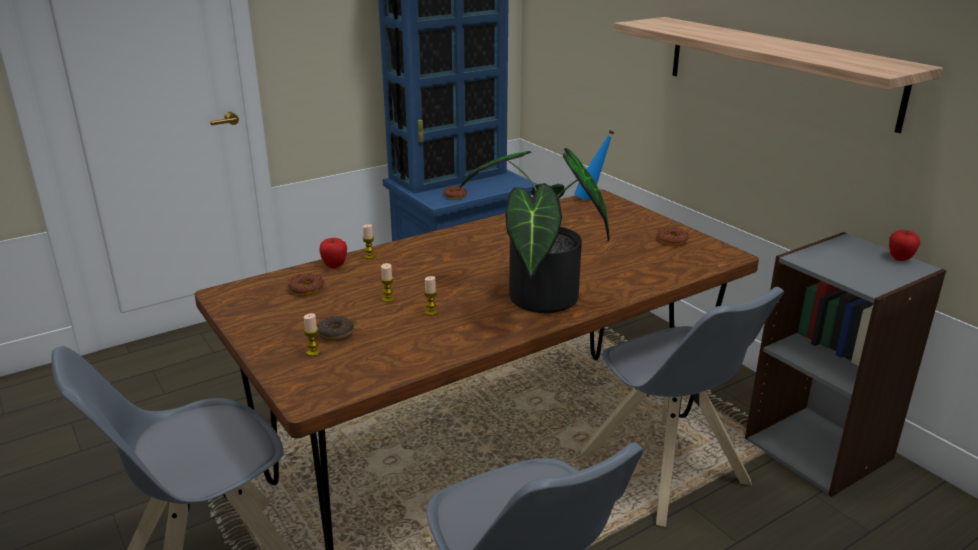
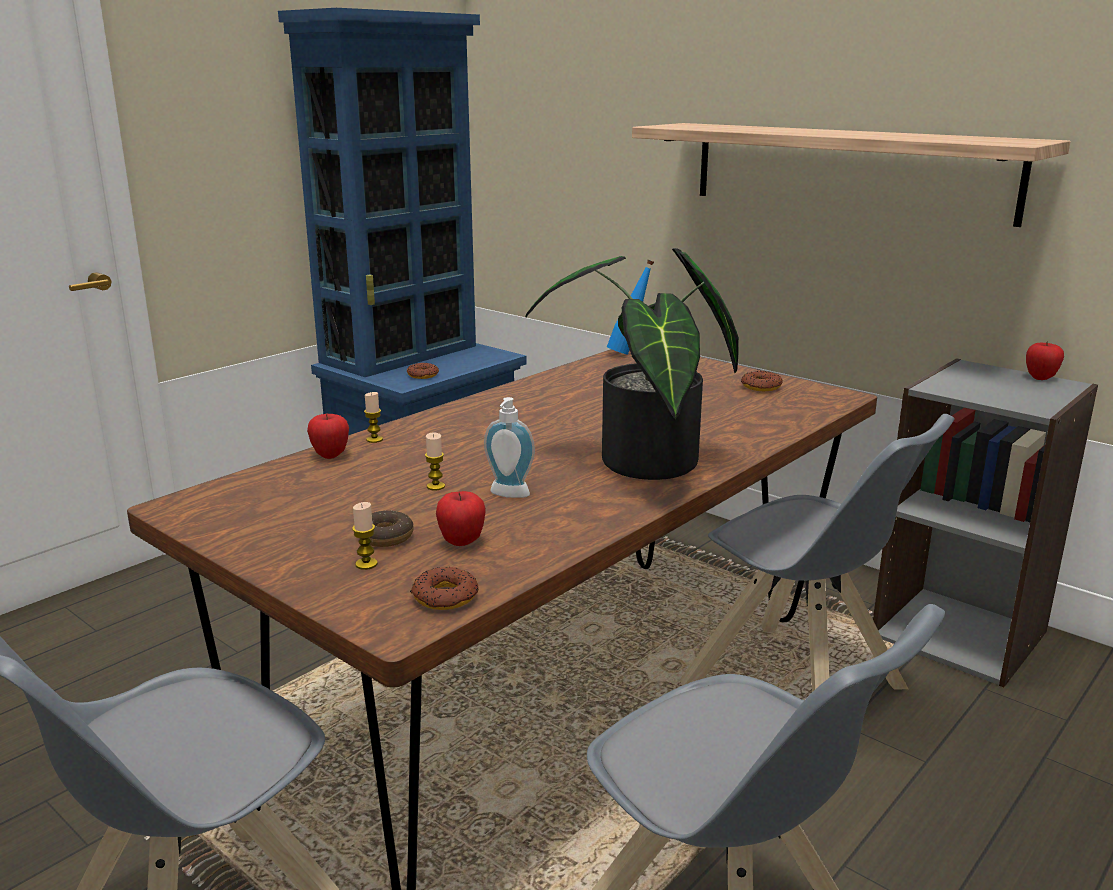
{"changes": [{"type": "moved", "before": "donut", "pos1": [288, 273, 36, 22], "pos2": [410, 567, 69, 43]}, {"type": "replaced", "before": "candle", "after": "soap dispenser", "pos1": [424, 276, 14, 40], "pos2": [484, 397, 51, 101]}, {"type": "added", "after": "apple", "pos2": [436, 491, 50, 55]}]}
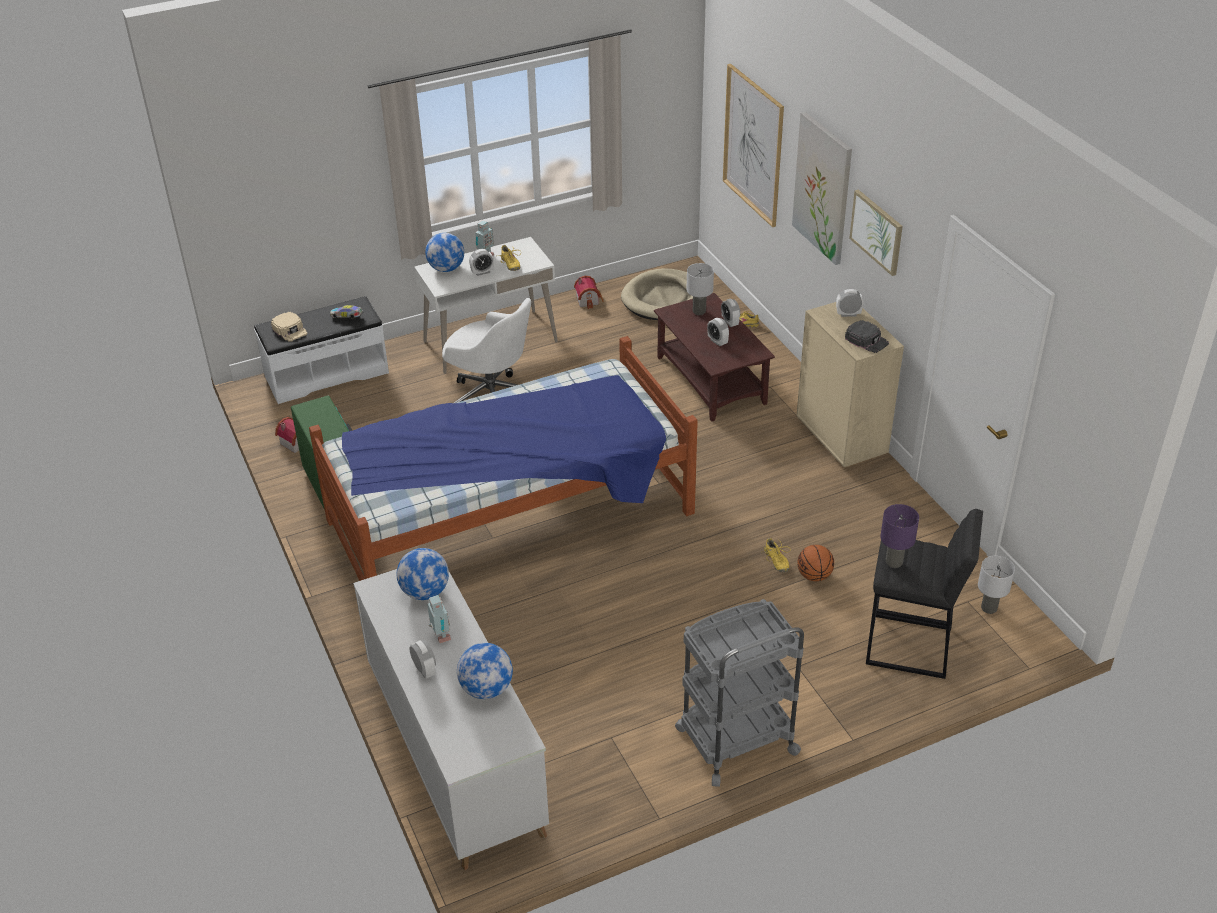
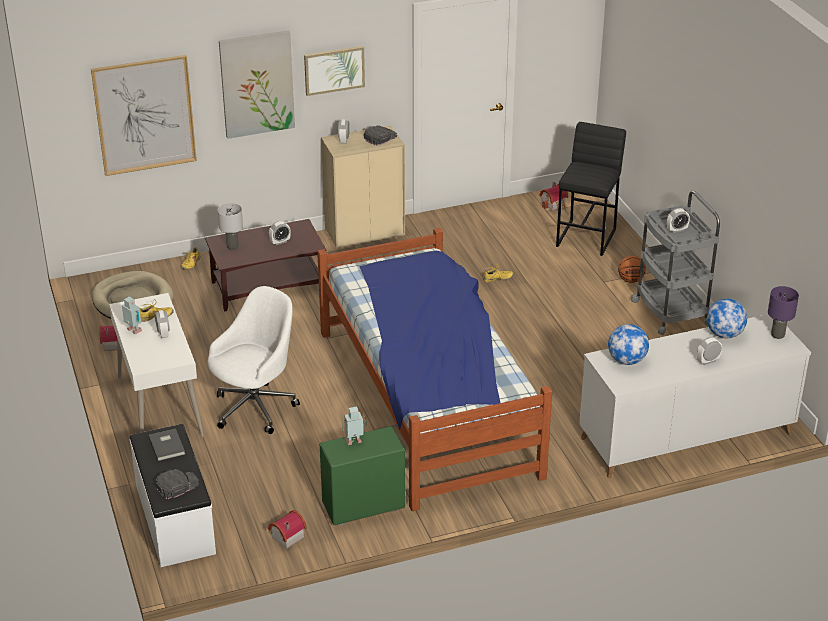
{"changes": [{"type": "recoloured", "before": "cap/beige", "after": "cap/black", "pos1": [271, 312, 37, 30], "pos2": [155, 469, 44, 30]}, {"type": "replaced", "before": "toy car", "after": "book/grey", "pos1": [330, 305, 33, 14], "pos2": [148, 429, 37, 32]}, {"type": "removed", "before": "globe", "pos1": [425, 233, 39, 39]}, {"type": "moved", "before": "toy robot", "pos1": [427, 595, 24, 48], "pos2": [342, 407, 25, 38]}, {"type": "moved", "before": "alarm clock", "pos1": [721, 299, 19, 28], "pos2": [667, 208, 23, 25]}, {"type": "moved", "before": "basketball", "pos1": [797, 545, 37, 36], "pos2": [618, 256, 28, 27]}, {"type": "moved", "before": "table lamp/purple", "pos1": [880, 504, 39, 64], "pos2": [768, 286, 31, 53]}, {"type": "replaced", "before": "table lamp/white", "after": "toy house", "pos1": [978, 556, 37, 58], "pos2": [539, 182, 29, 28]}]}
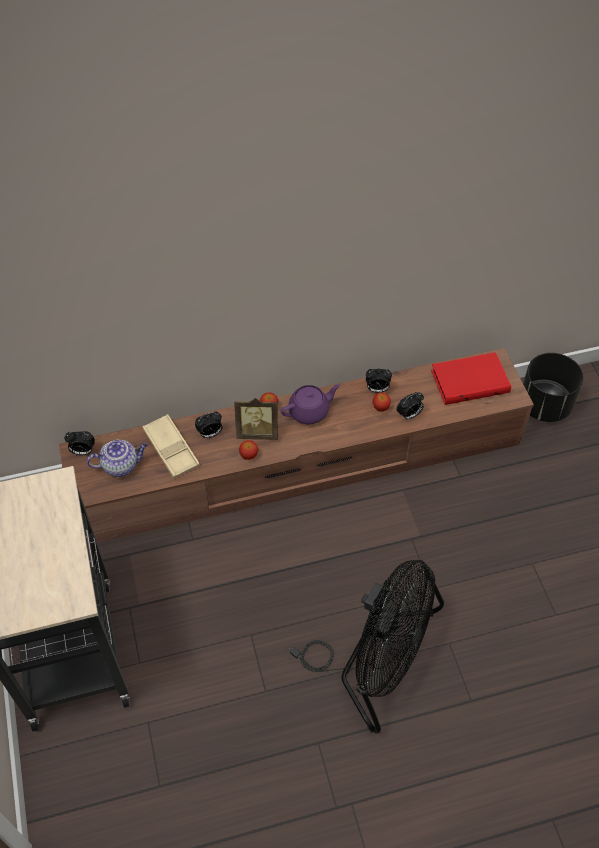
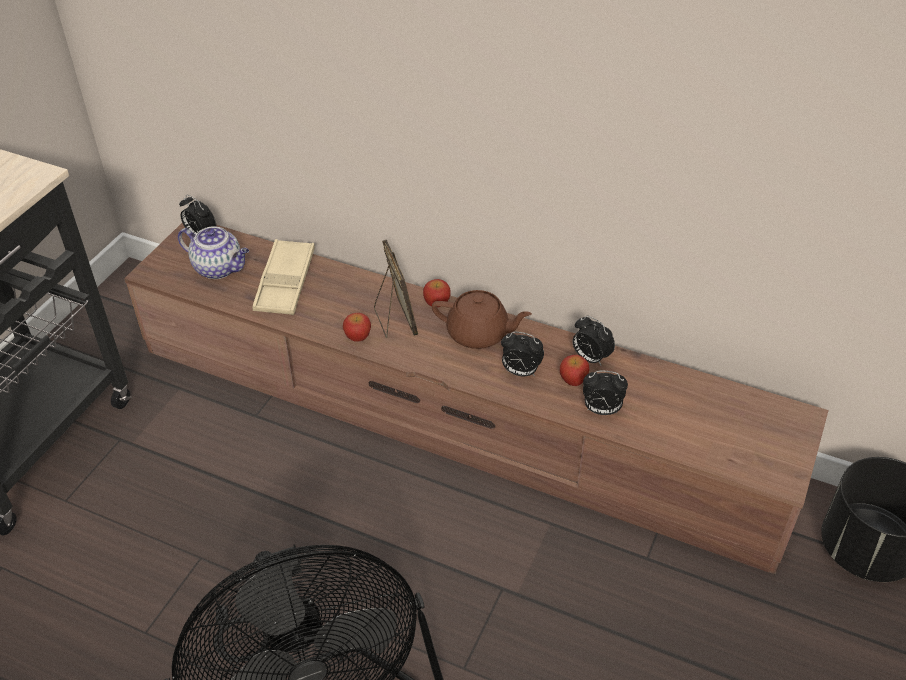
{"changes": [{"type": "moved", "before": "alarm clock", "pos1": [195, 412, 27, 26], "pos2": [501, 332, 43, 44]}, {"type": "turned", "before": "picture frame", "pos1": [234, 398, 44, 42], "pos2": [374, 240, 44, 98], "turn": -150}, {"type": "recoloured", "before": "teapot/purple", "after": "teapot/brown", "pos1": [281, 384, 60, 41], "pos2": [432, 290, 100, 59]}, {"type": "removed", "before": "book/red", "pos1": [431, 352, 80, 53]}]}
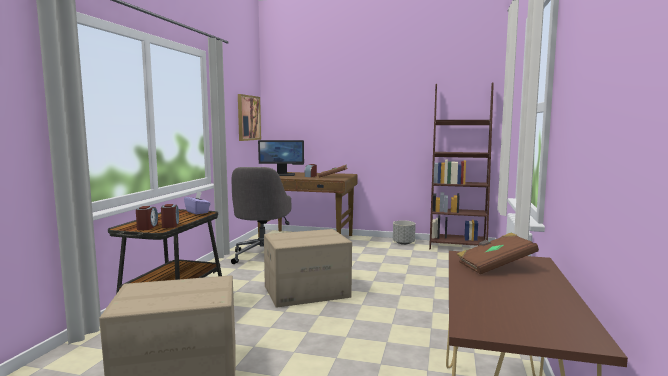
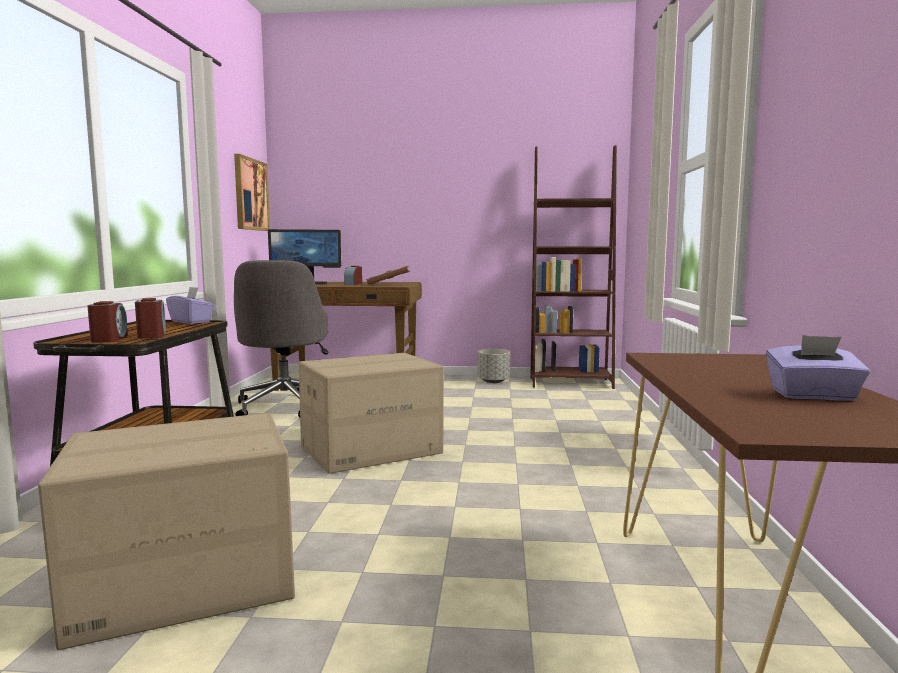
{"changes": [{"type": "removed", "before": "book/brown", "pos1": [457, 232, 82, 42]}, {"type": "added", "after": "tissue box/purple", "pos2": [766, 335, 104, 66]}]}
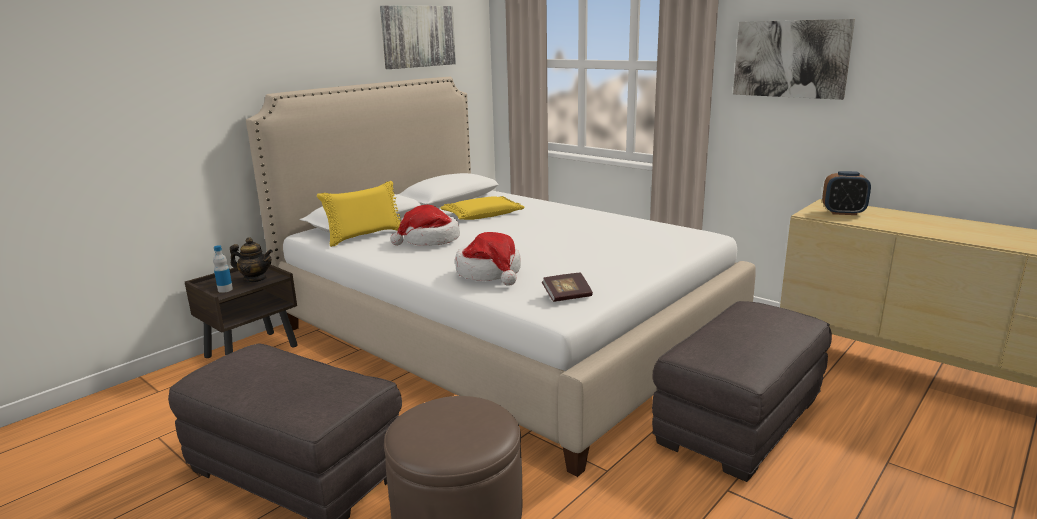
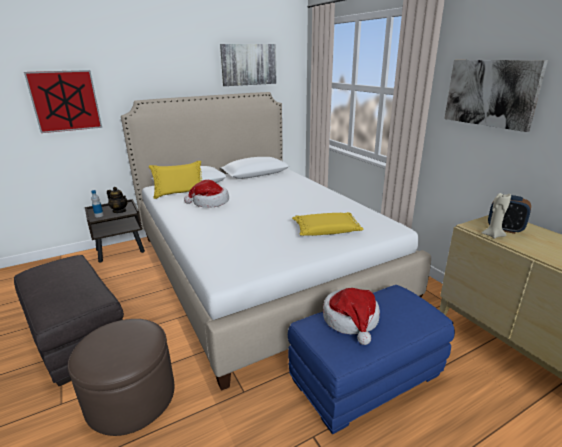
{"changes": [{"type": "moved", "before": "pillow/yellow", "pos1": [440, 196, 85, 24], "pos2": [292, 212, 72, 24]}, {"type": "moved", "before": "hat", "pos1": [455, 232, 66, 54], "pos2": [323, 288, 57, 57]}, {"type": "removed", "before": "book", "pos1": [542, 272, 51, 30]}, {"type": "recoloured", "before": "ottoman/grey", "after": "ottoman/blue", "pos1": [652, 301, 180, 181], "pos2": [288, 285, 167, 149]}, {"type": "added", "after": "picture", "pos2": [24, 70, 78, 63]}, {"type": "added", "after": "candle/beige", "pos2": [482, 193, 29, 46]}]}
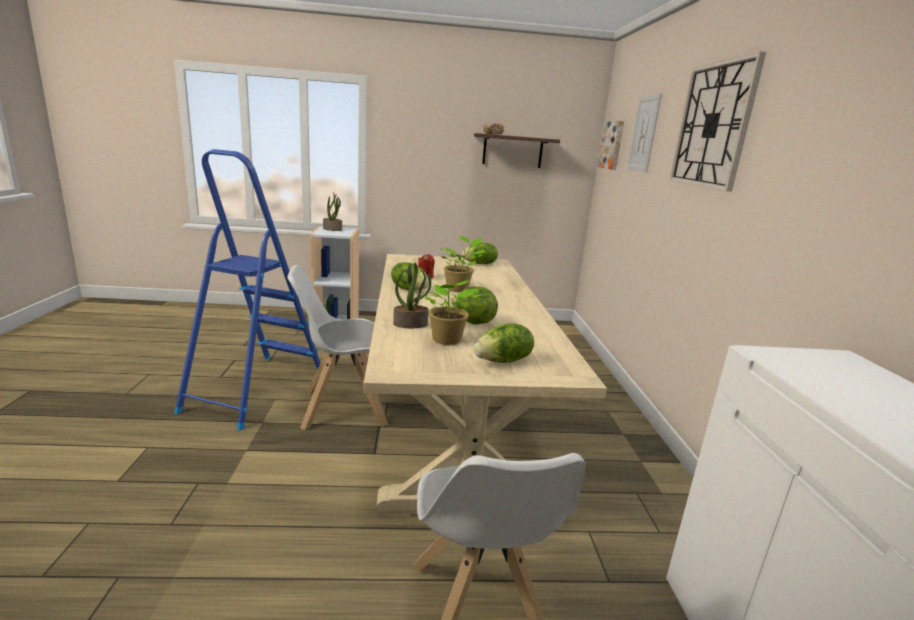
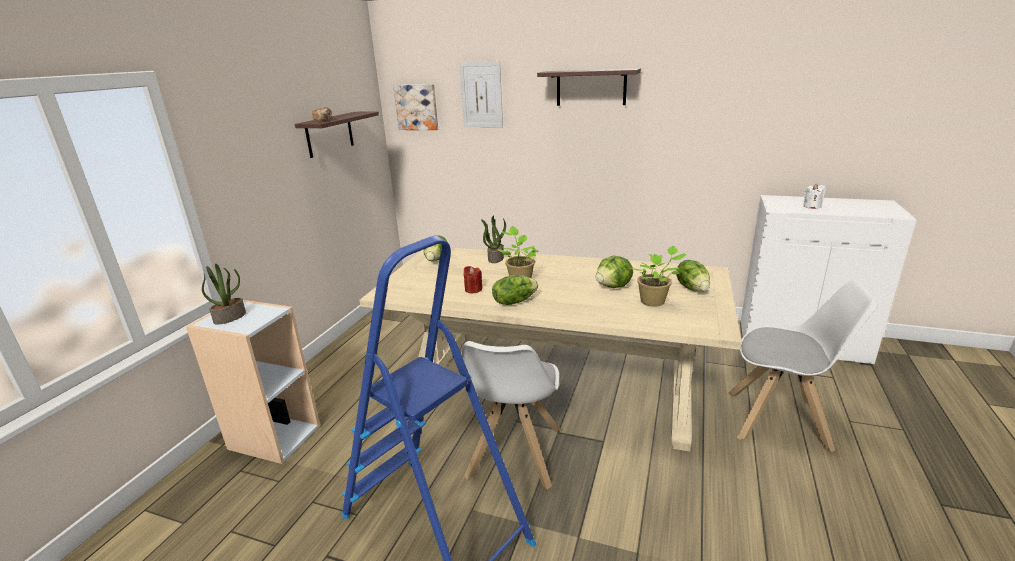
{"changes": [{"type": "moved", "before": "potted plant", "pos1": [393, 263, 38, 65], "pos2": [481, 215, 25, 48]}, {"type": "replaced", "before": "wall clock", "after": "shelf", "pos1": [669, 51, 97, 141], "pos2": [537, 68, 104, 38]}, {"type": "added", "after": "candle/white", "pos2": [803, 184, 22, 25]}]}
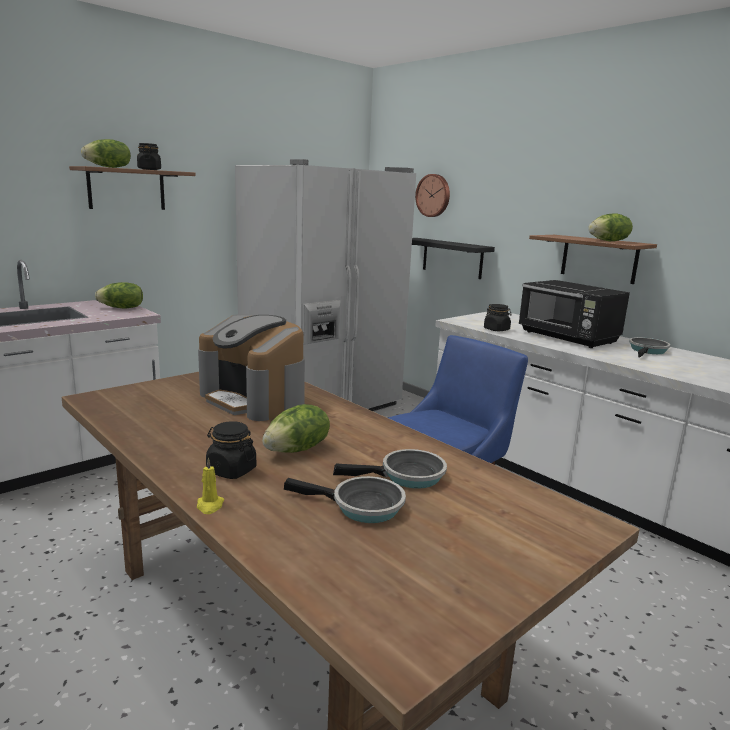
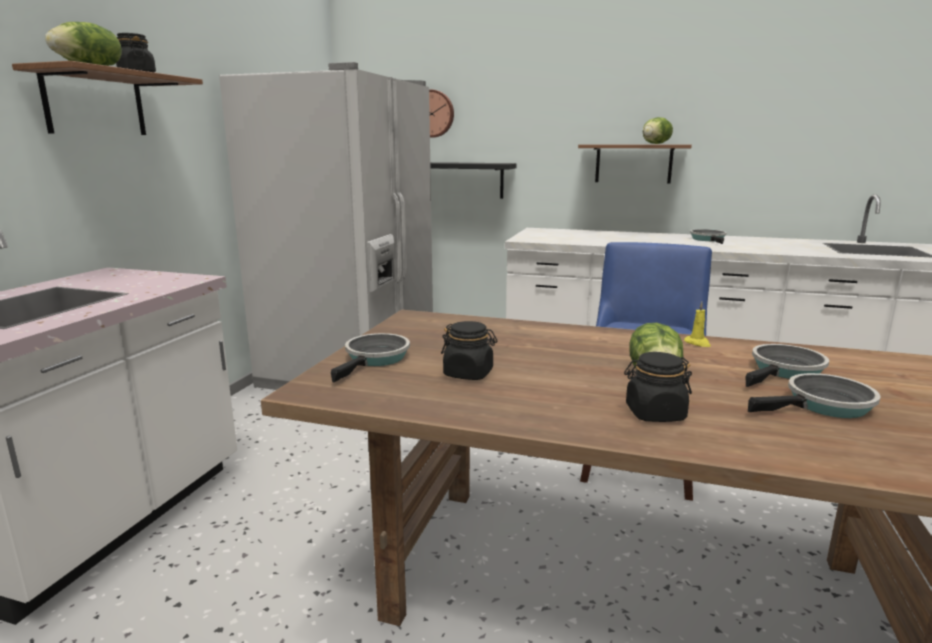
{"changes": [{"type": "removed", "before": "lettuce", "pos1": [95, 282, 48, 27]}, {"type": "moved", "before": "candle/yellow", "pos1": [197, 458, 27, 56], "pos2": [684, 302, 27, 45]}, {"type": "removed", "before": "coffee machine", "pos1": [198, 314, 107, 107]}, {"type": "moved", "before": "jar/black", "pos1": [484, 304, 28, 27], "pos2": [441, 321, 56, 59]}, {"type": "removed", "before": "microwave/black", "pos1": [518, 280, 112, 68]}, {"type": "added", "after": "frying pan", "pos2": [331, 333, 79, 50]}]}
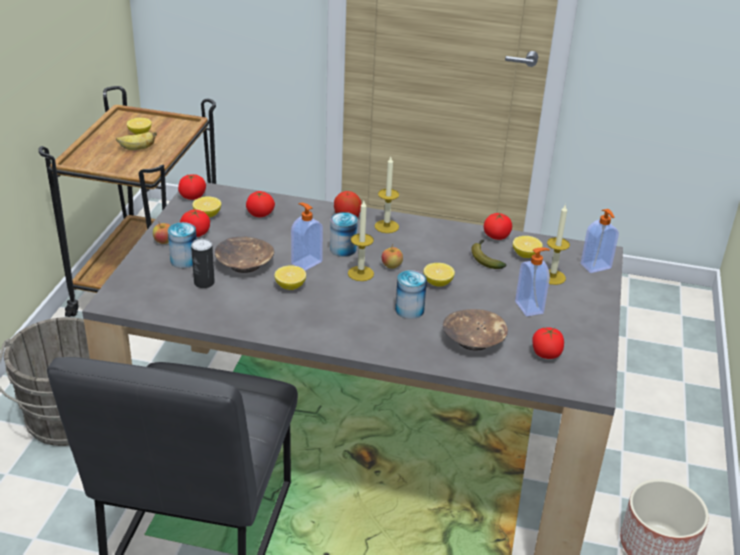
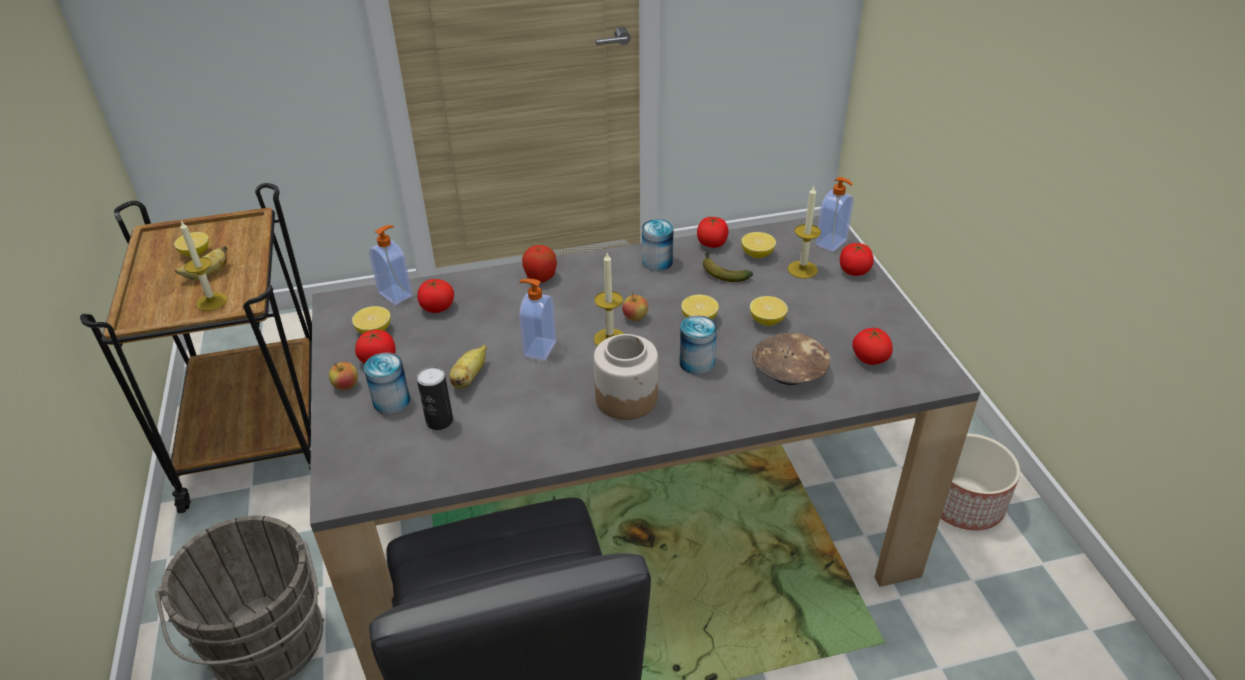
{"changes": [{"type": "moved", "before": "tomato", "pos1": [178, 174, 28, 26], "pos2": [840, 243, 34, 33]}, {"type": "replaced", "before": "bowl/brown", "after": "banana", "pos1": [215, 236, 59, 37], "pos2": [449, 345, 38, 44]}, {"type": "moved", "before": "lemon", "pos1": [274, 265, 32, 25], "pos2": [750, 296, 38, 30]}, {"type": "moved", "before": "can", "pos1": [330, 212, 28, 45], "pos2": [642, 219, 31, 52]}, {"type": "moved", "before": "candle", "pos1": [375, 157, 24, 76], "pos2": [180, 220, 47, 91]}, {"type": "moved", "before": "soap dispenser", "pos1": [515, 247, 35, 69], "pos2": [369, 225, 43, 80]}, {"type": "added", "after": "jar", "pos2": [594, 334, 64, 86]}]}
